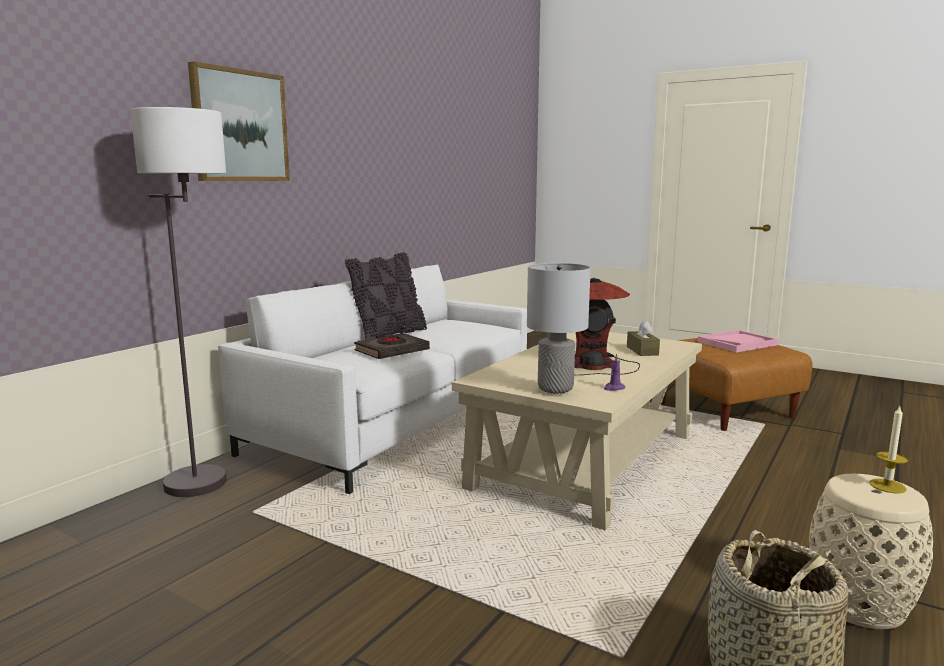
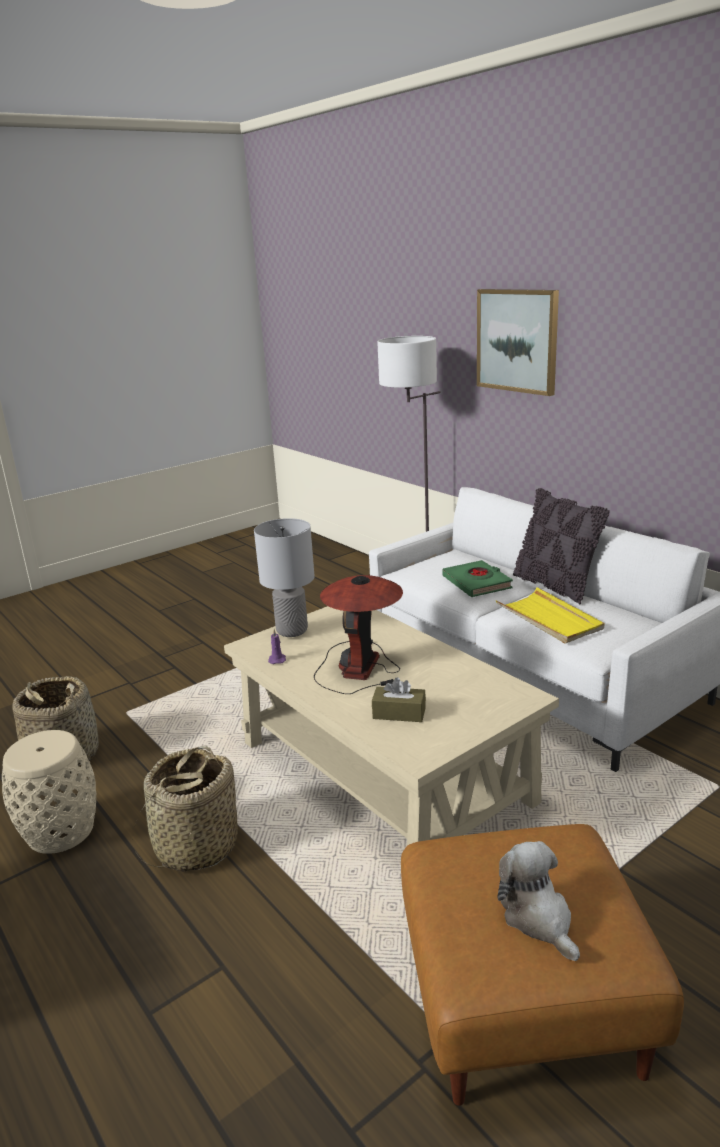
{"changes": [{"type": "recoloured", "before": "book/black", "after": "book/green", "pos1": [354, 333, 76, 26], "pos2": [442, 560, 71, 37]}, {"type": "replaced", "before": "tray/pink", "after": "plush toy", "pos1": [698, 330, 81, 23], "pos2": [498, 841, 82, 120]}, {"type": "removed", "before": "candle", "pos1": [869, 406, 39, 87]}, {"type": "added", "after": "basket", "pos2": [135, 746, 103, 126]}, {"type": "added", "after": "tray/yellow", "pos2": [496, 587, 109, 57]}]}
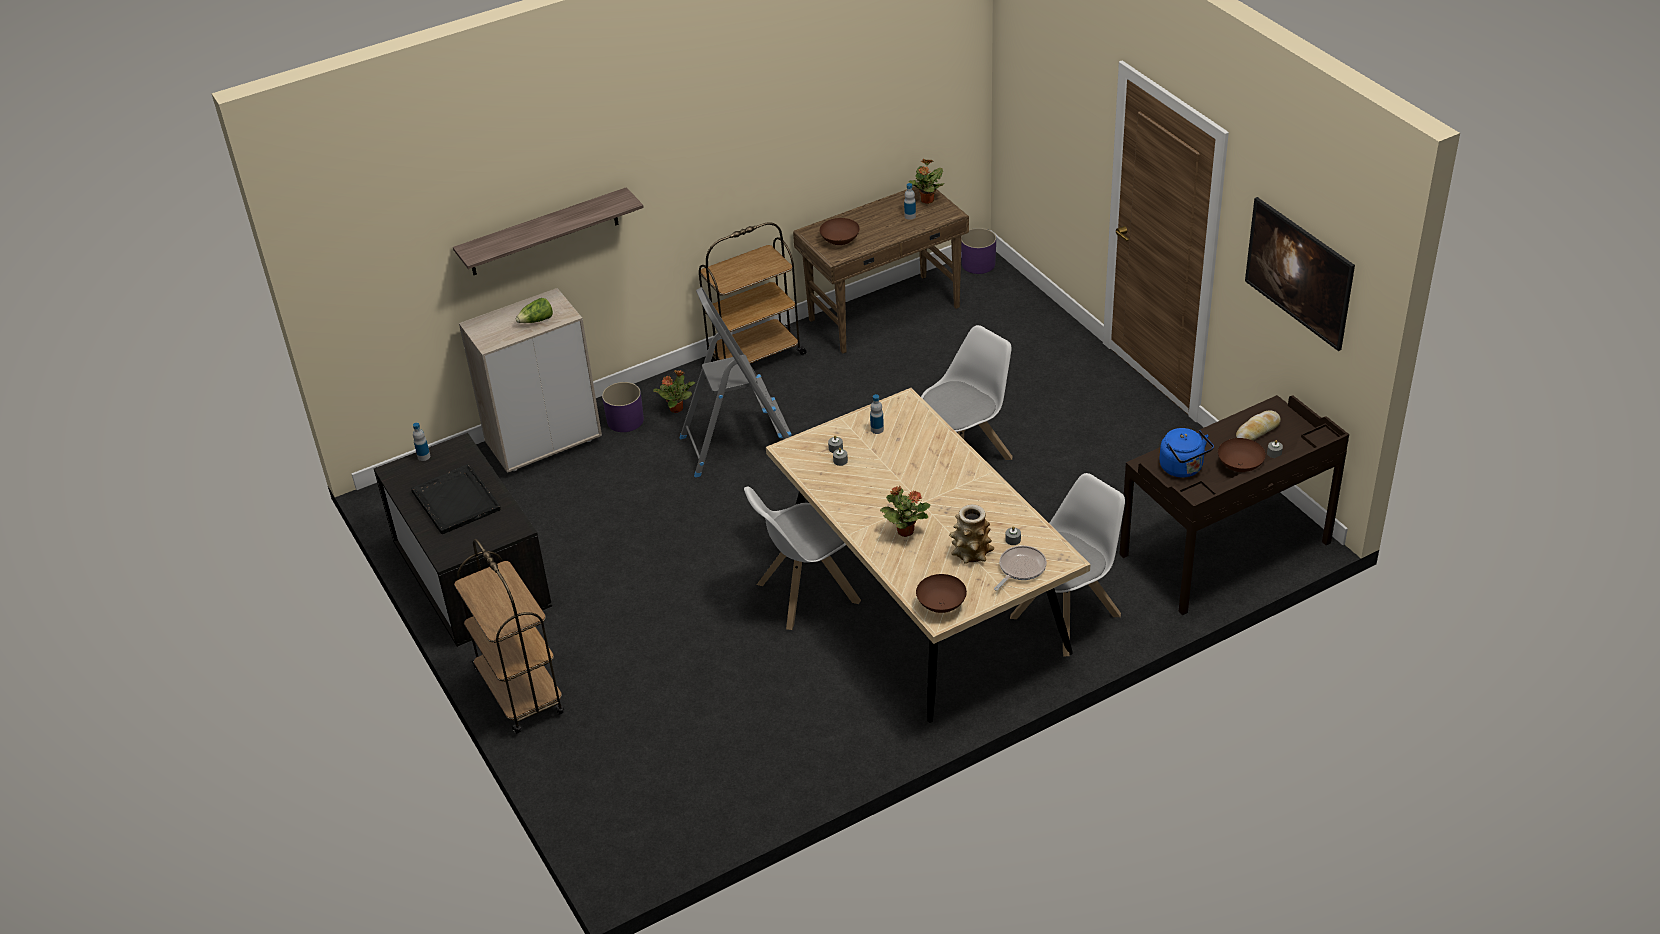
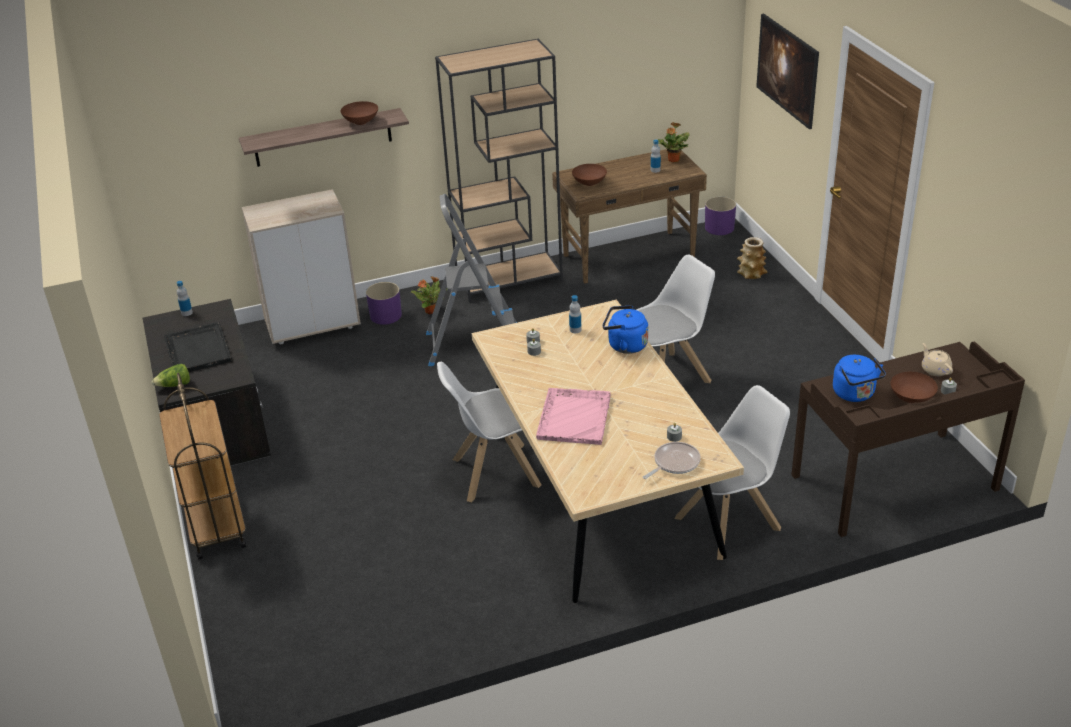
{"changes": [{"type": "moved", "before": "lettuce", "pos1": [516, 298, 37, 25], "pos2": [152, 364, 38, 23]}, {"type": "replaced", "before": "cart/brown", "after": "bookcase", "pos1": [699, 222, 108, 141], "pos2": [435, 39, 128, 263]}, {"type": "replaced", "before": "potted plant", "after": "tray/pink", "pos1": [880, 486, 50, 51], "pos2": [536, 388, 75, 57]}, {"type": "moved", "before": "bowl/brown", "pos1": [916, 574, 51, 39], "pos2": [340, 101, 38, 24]}, {"type": "moved", "before": "vase", "pos1": [949, 504, 45, 60], "pos2": [737, 237, 31, 42]}, {"type": "replaced", "before": "bread", "after": "teapot/beige", "pos1": [1236, 410, 45, 30], "pos2": [922, 343, 31, 33]}, {"type": "moved", "before": "picture", "pos1": [1245, 197, 110, 154], "pos2": [756, 14, 63, 115]}, {"type": "added", "after": "kettle/blue", "pos2": [603, 306, 45, 48]}]}
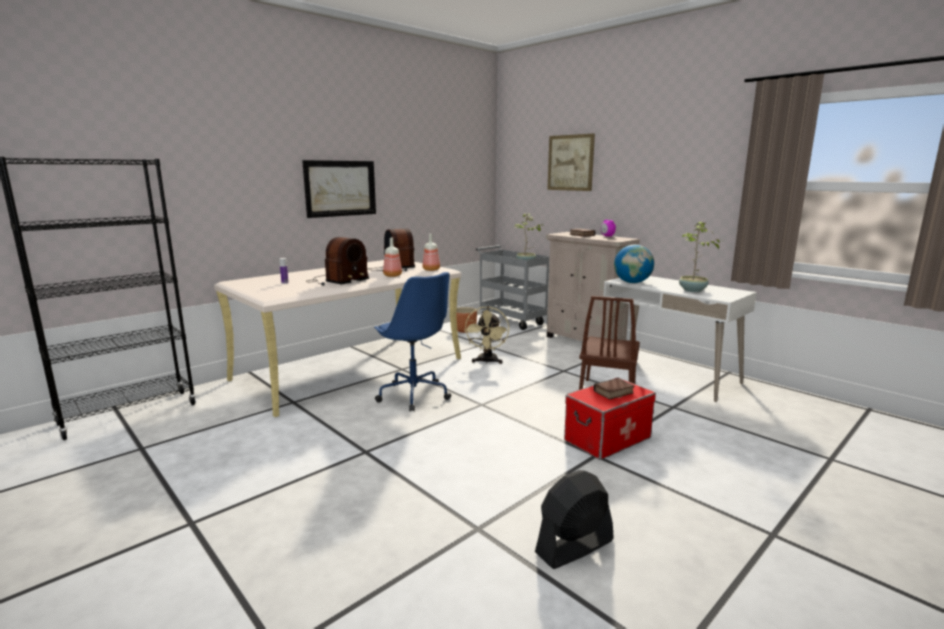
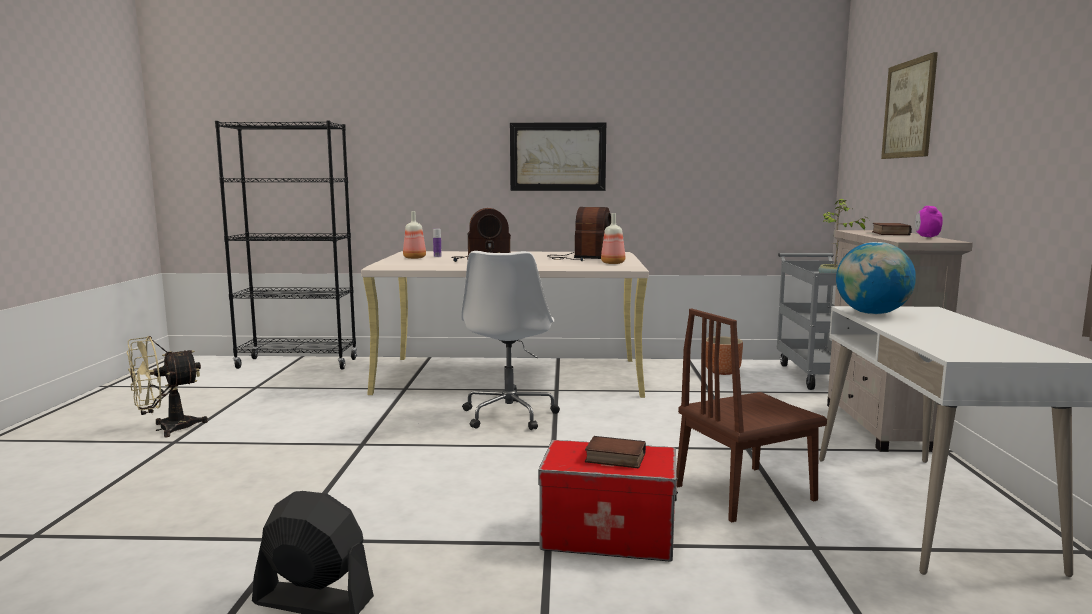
{"changes": [{"type": "recoloured", "before": "office chair/blue", "after": "office chair/white", "pos1": [374, 272, 77, 139], "pos2": [461, 251, 99, 179]}, {"type": "moved", "before": "bottle", "pos1": [383, 238, 19, 39], "pos2": [403, 211, 23, 48]}, {"type": "moved", "before": "fan/beige", "pos1": [464, 306, 45, 58], "pos2": [127, 336, 81, 101]}, {"type": "removed", "before": "potted plant", "pos1": [679, 222, 44, 70]}]}
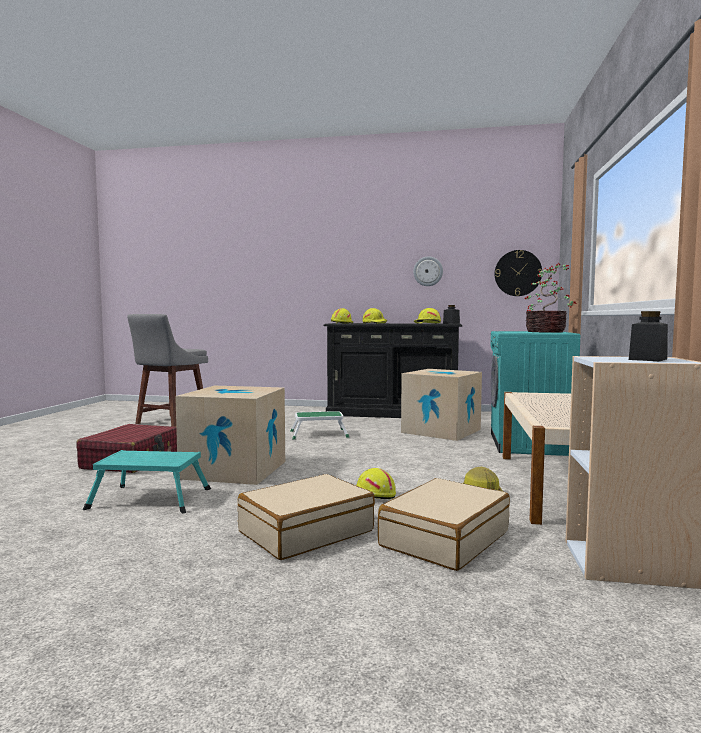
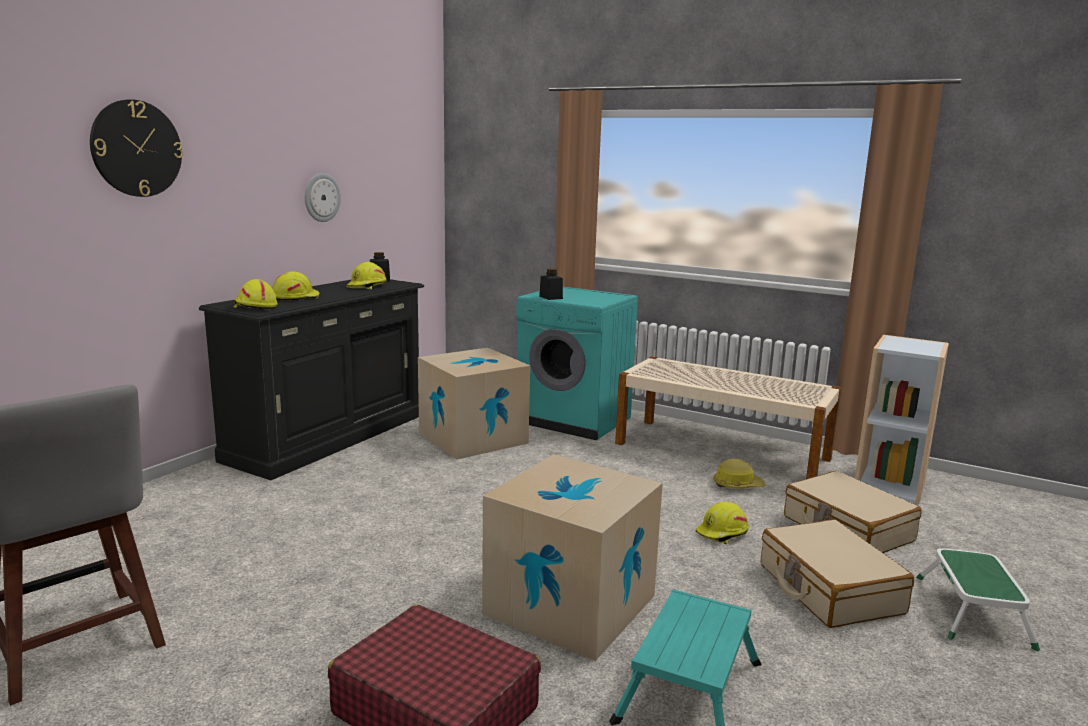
{"changes": [{"type": "moved", "before": "step ladder/green", "pos1": [291, 411, 58, 29], "pos2": [916, 548, 124, 103]}, {"type": "moved", "before": "wall clock", "pos1": [495, 250, 47, 46], "pos2": [90, 99, 93, 98]}, {"type": "removed", "before": "potted plant", "pos1": [524, 262, 52, 71]}, {"type": "moved", "before": "jar/black", "pos1": [629, 311, 39, 50], "pos2": [539, 269, 24, 31]}]}
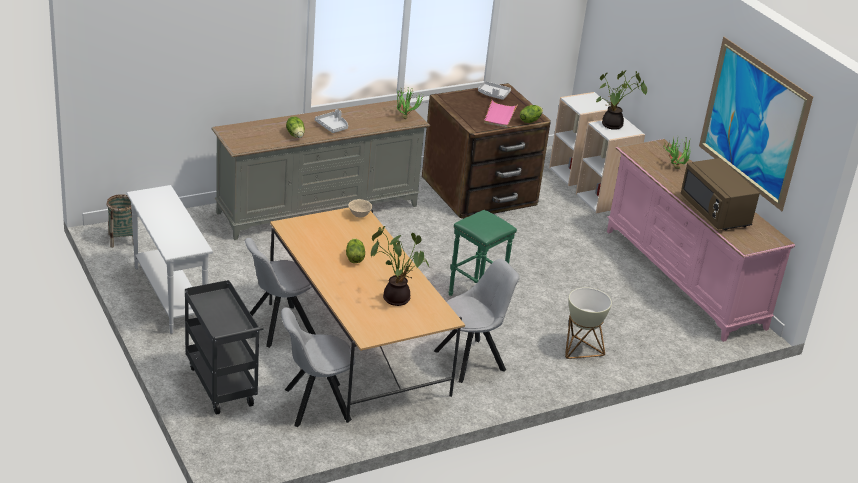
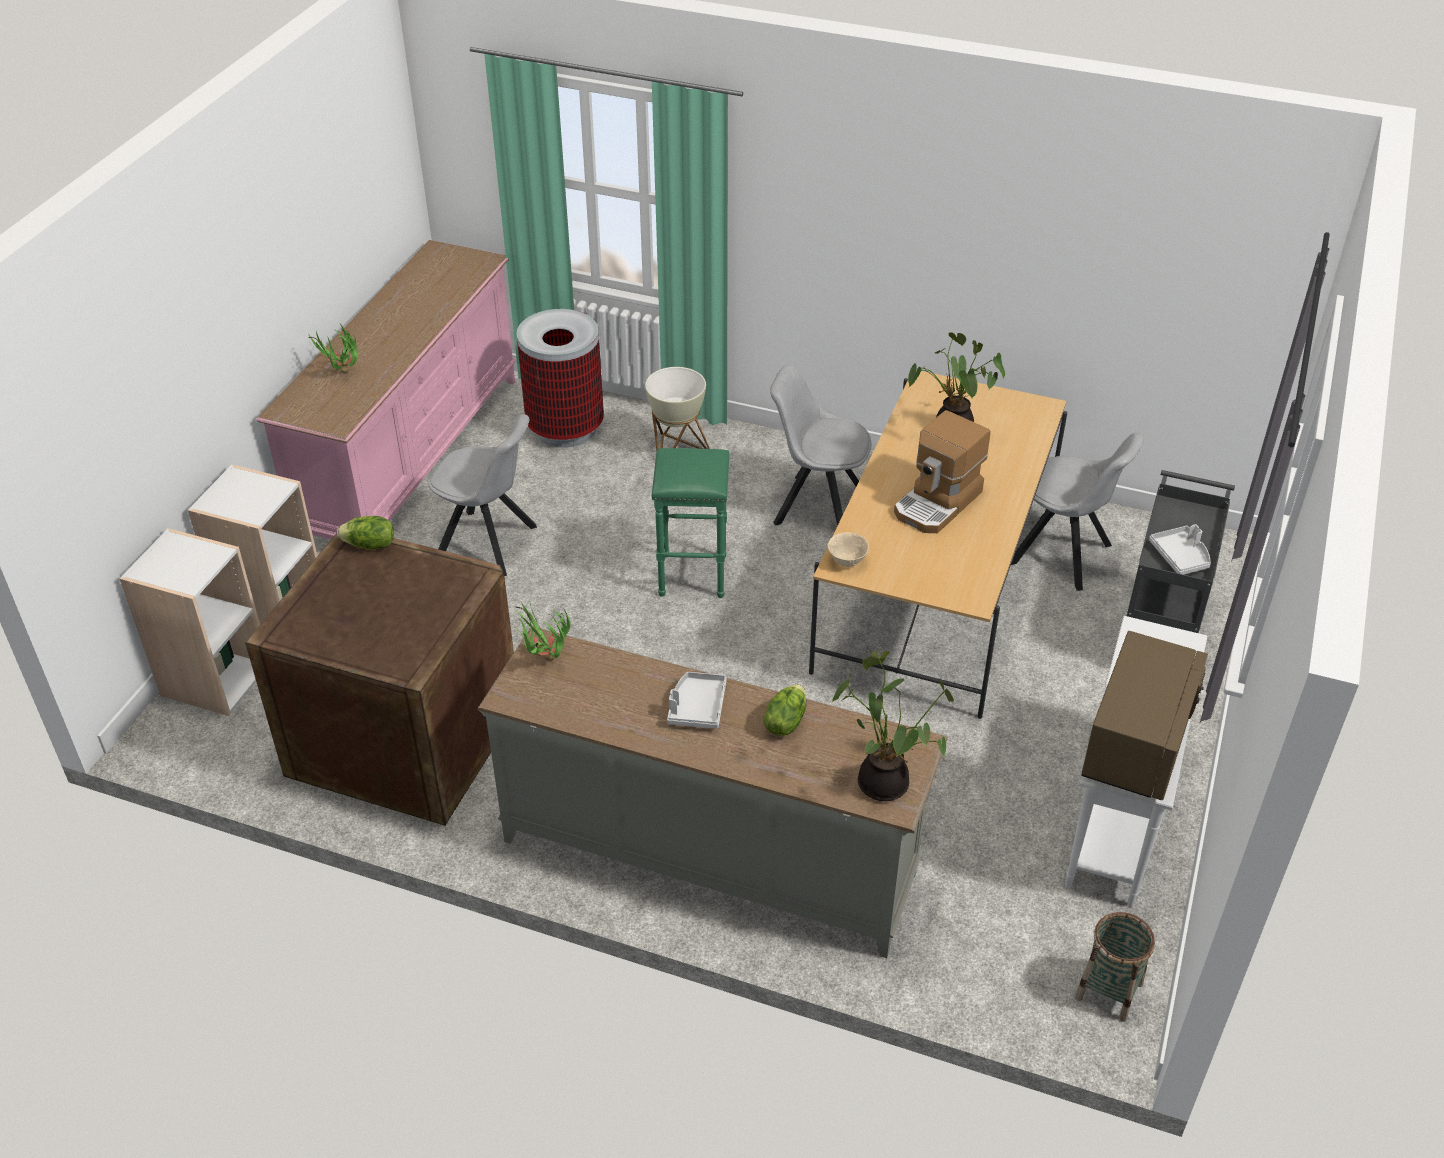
{"changes": [{"type": "moved", "before": "chair/grey", "pos1": [245, 238, 71, 110], "pos2": [428, 414, 109, 162]}, {"type": "replaced", "before": "lettuce", "after": "coffee machine", "pos1": [346, 238, 19, 25], "pos2": [894, 410, 97, 123]}, {"type": "moved", "before": "tray/grey", "pos1": [478, 81, 33, 19], "pos2": [1149, 524, 62, 51]}, {"type": "removed", "before": "tray/pink", "pos1": [484, 100, 34, 28]}, {"type": "moved", "before": "potted plant", "pos1": [596, 70, 51, 60], "pos2": [832, 650, 122, 151]}, {"type": "moved", "before": "microwave/brown", "pos1": [681, 158, 79, 73], "pos2": [1081, 631, 127, 169]}, {"type": "removed", "before": "picture", "pos1": [699, 37, 114, 174]}, {"type": "added", "after": "trash can", "pos2": [517, 309, 87, 139]}]}
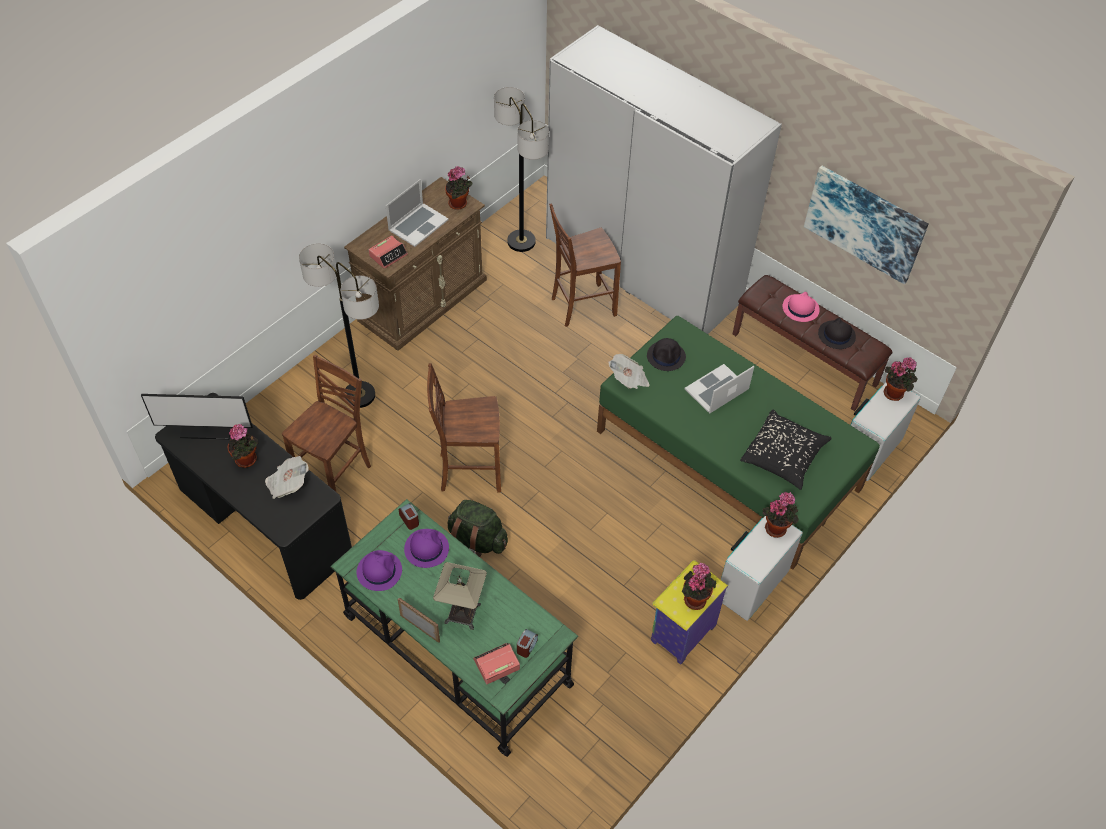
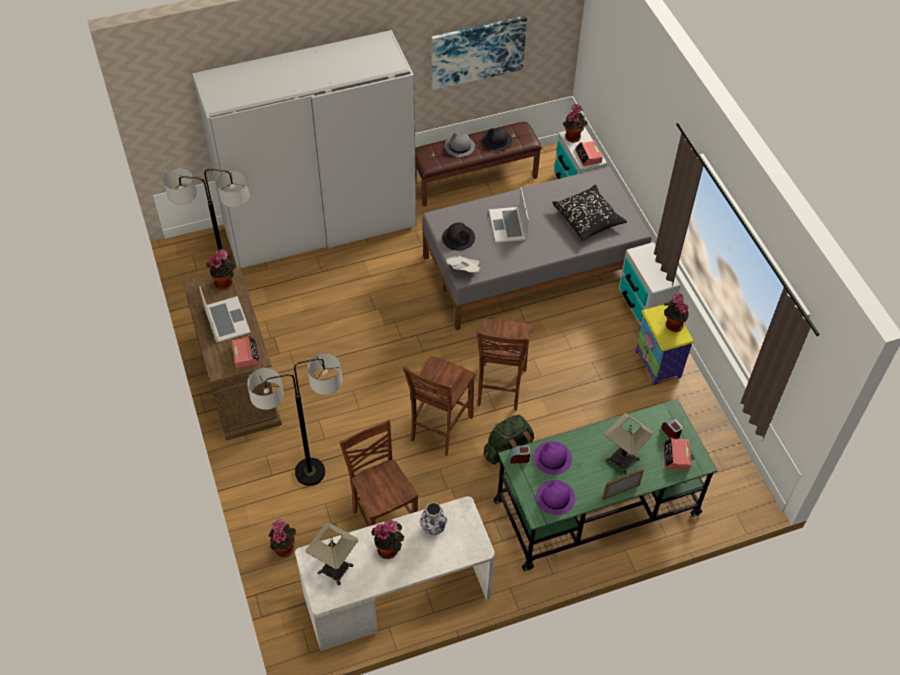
{"changes": [{"type": "replaced", "before": "monitor", "after": "table lamp", "pos1": [141, 394, 112, 46], "pos2": [306, 522, 52, 64]}, {"type": "recoloured", "before": "desk/black", "after": "desk/white", "pos1": [155, 393, 197, 207], "pos2": [295, 497, 200, 154]}, {"type": "replaced", "before": "newspaper", "after": "vase", "pos1": [265, 456, 44, 43], "pos2": [419, 502, 29, 34]}, {"type": "moved", "before": "chair/brown", "pos1": [549, 203, 72, 124], "pos2": [476, 318, 56, 93]}, {"type": "recoloured", "before": "bed/green", "after": "bed/grey", "pos1": [597, 316, 283, 254], "pos2": [422, 167, 230, 163]}, {"type": "moved", "before": "potted plant", "pos1": [763, 492, 36, 46], "pos2": [269, 519, 27, 39]}, {"type": "recoloured", "before": "hat/pink", "after": "hat/grey", "pos1": [783, 292, 37, 30], "pos2": [444, 133, 31, 24]}, {"type": "added", "after": "alarm clock", "pos2": [575, 141, 28, 25]}]}
